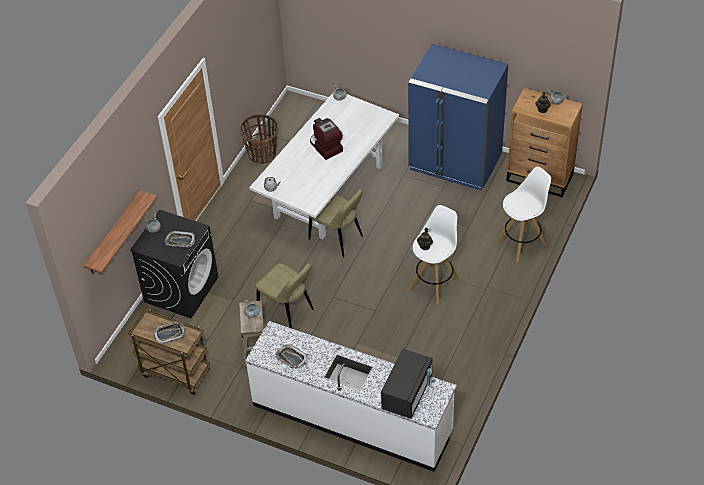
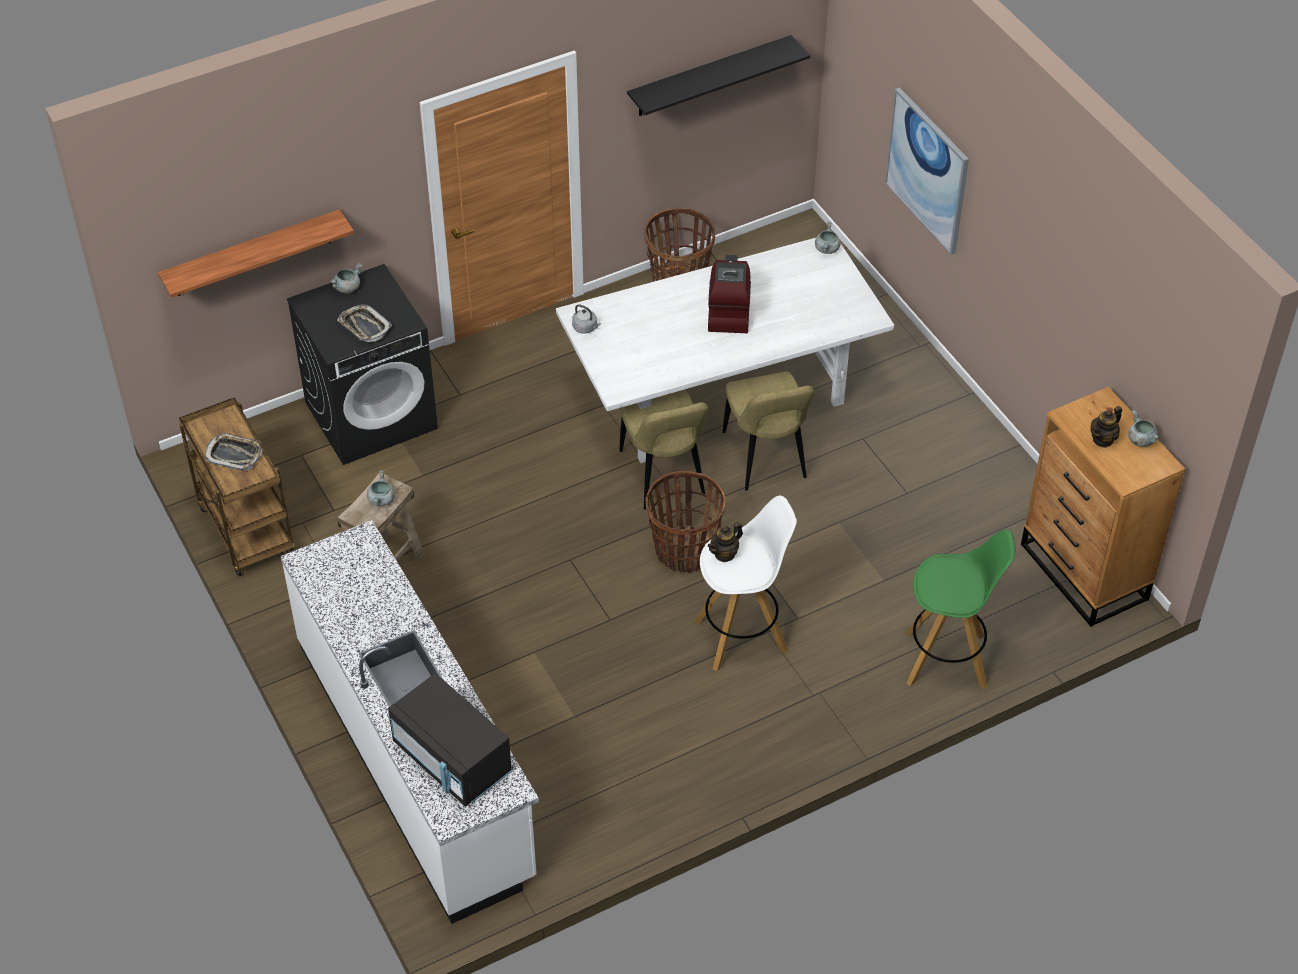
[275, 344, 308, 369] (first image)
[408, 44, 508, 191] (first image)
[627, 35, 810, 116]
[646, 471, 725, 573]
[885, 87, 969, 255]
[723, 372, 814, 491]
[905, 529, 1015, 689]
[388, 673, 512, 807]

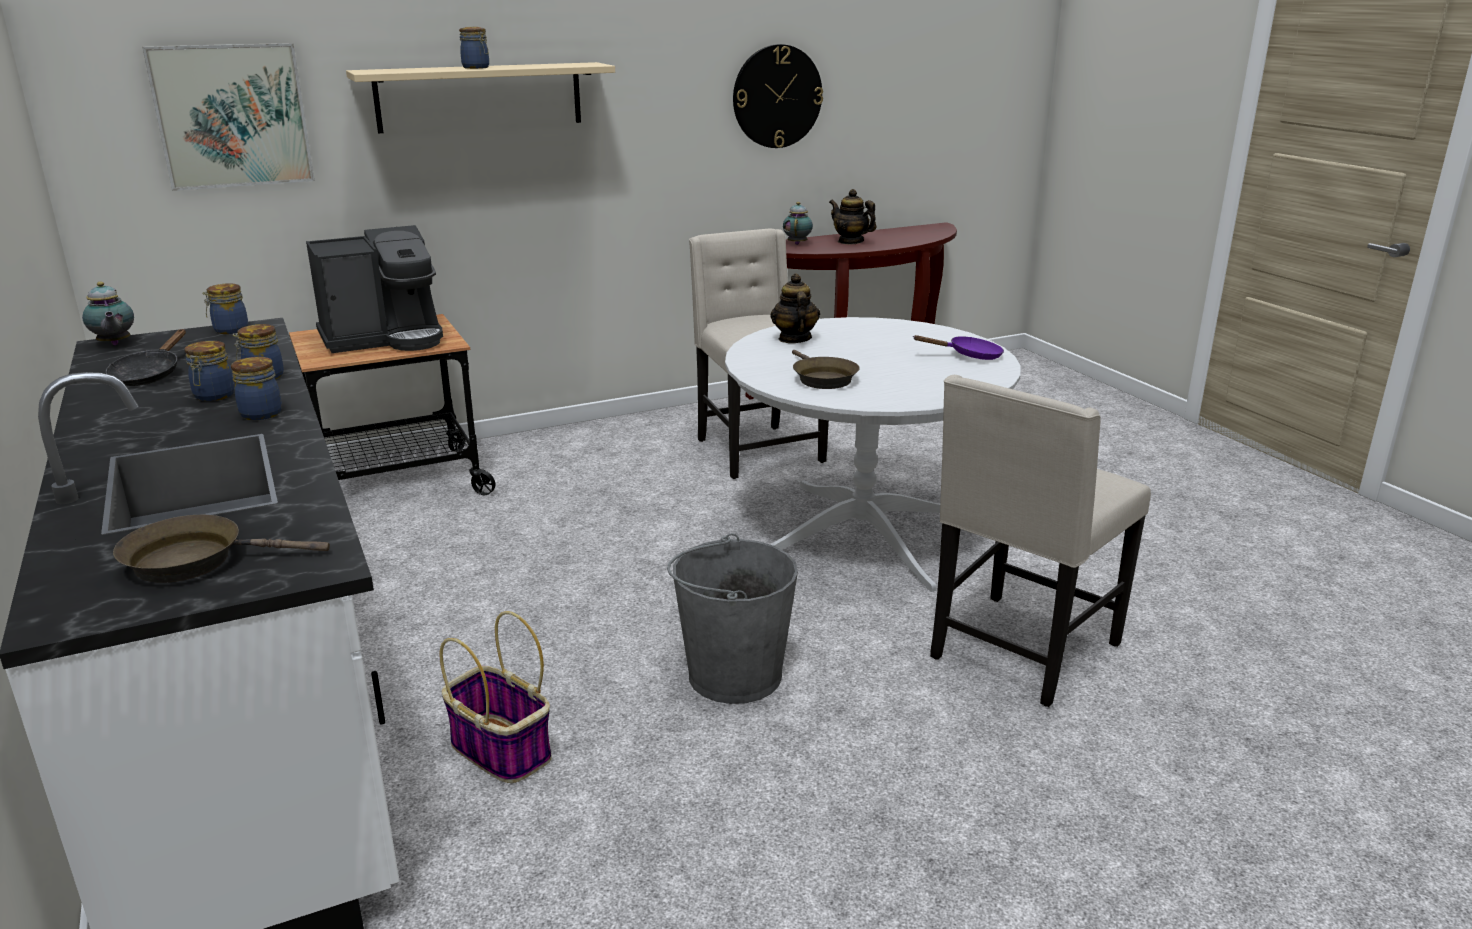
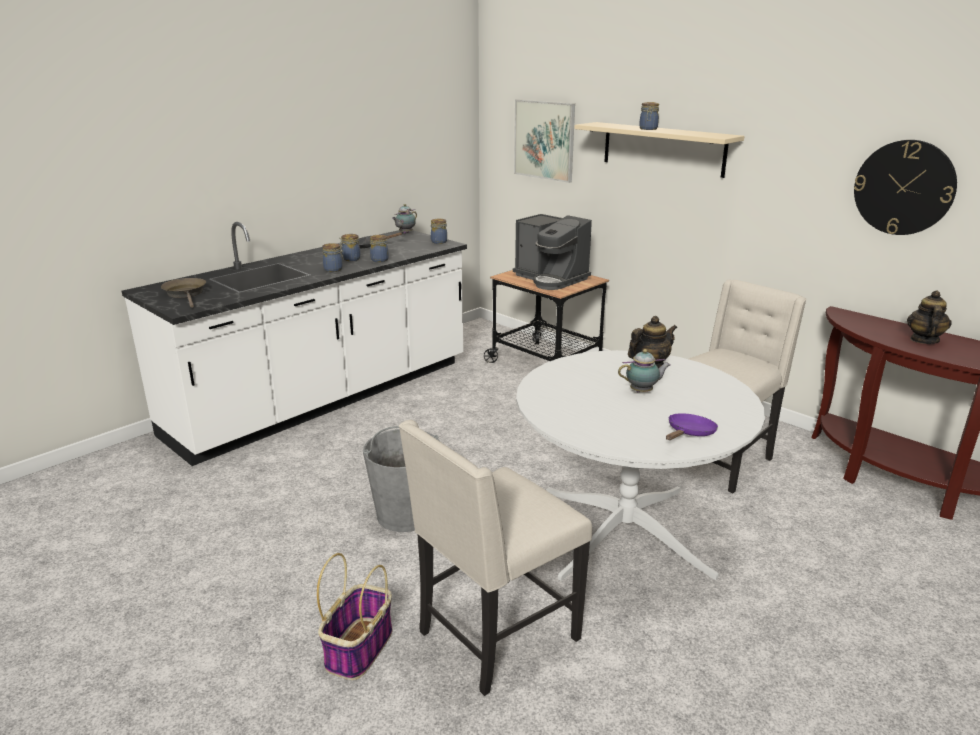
[792, 350, 860, 389] (first image)
[317, 553, 393, 680]
[618, 349, 670, 392]
[666, 413, 718, 440]
[399, 420, 592, 696]

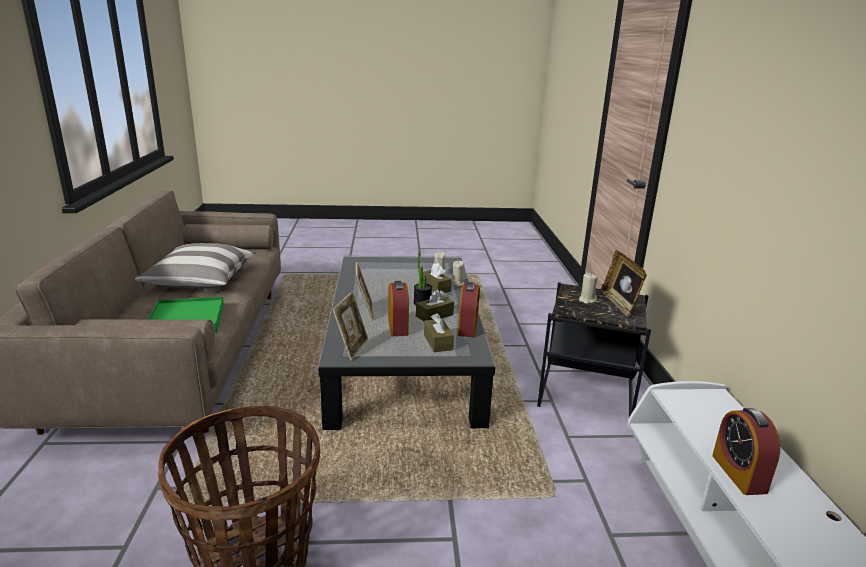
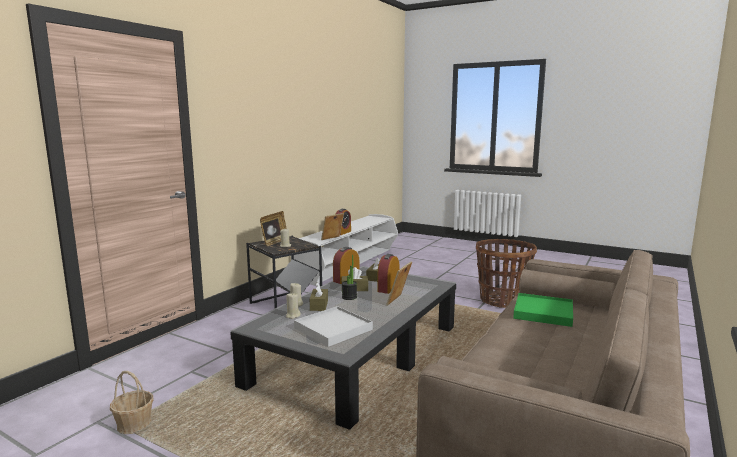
[135, 243, 256, 289] (first image)
[110, 371, 154, 434]
[294, 306, 373, 347]
[321, 213, 344, 240]

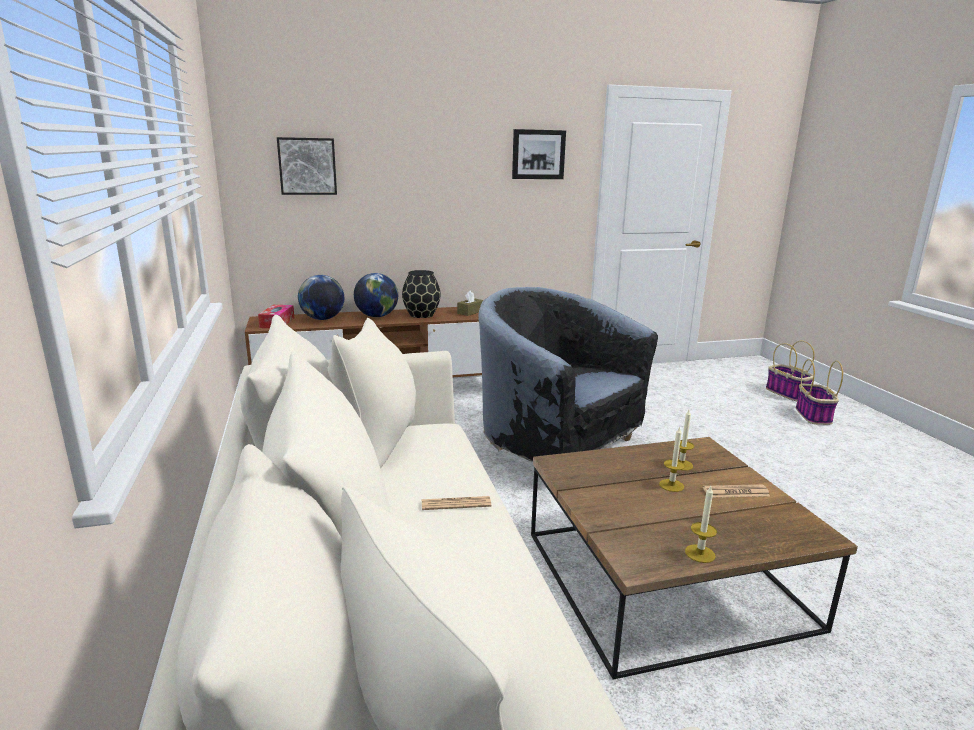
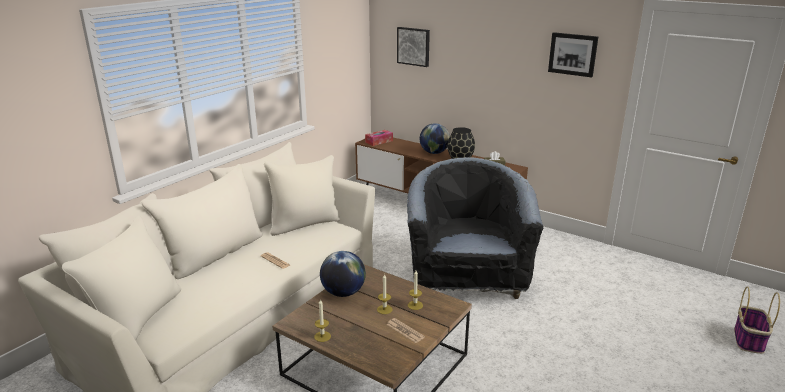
[796, 359, 843, 425] (first image)
[320, 251, 366, 297]

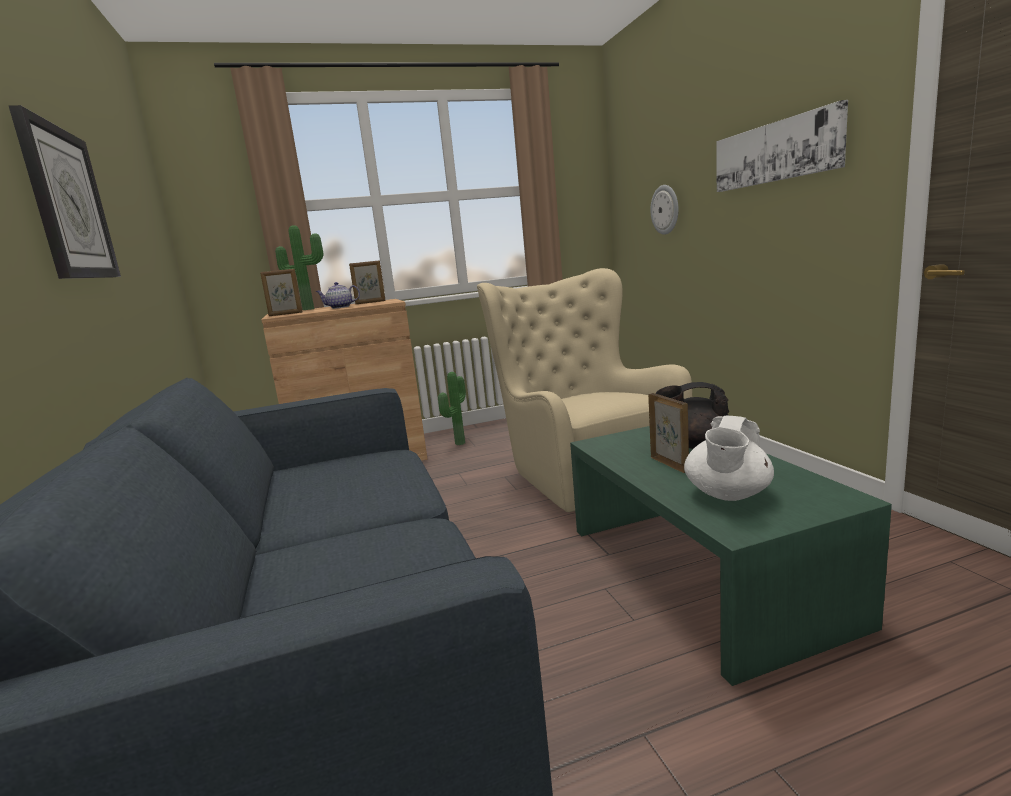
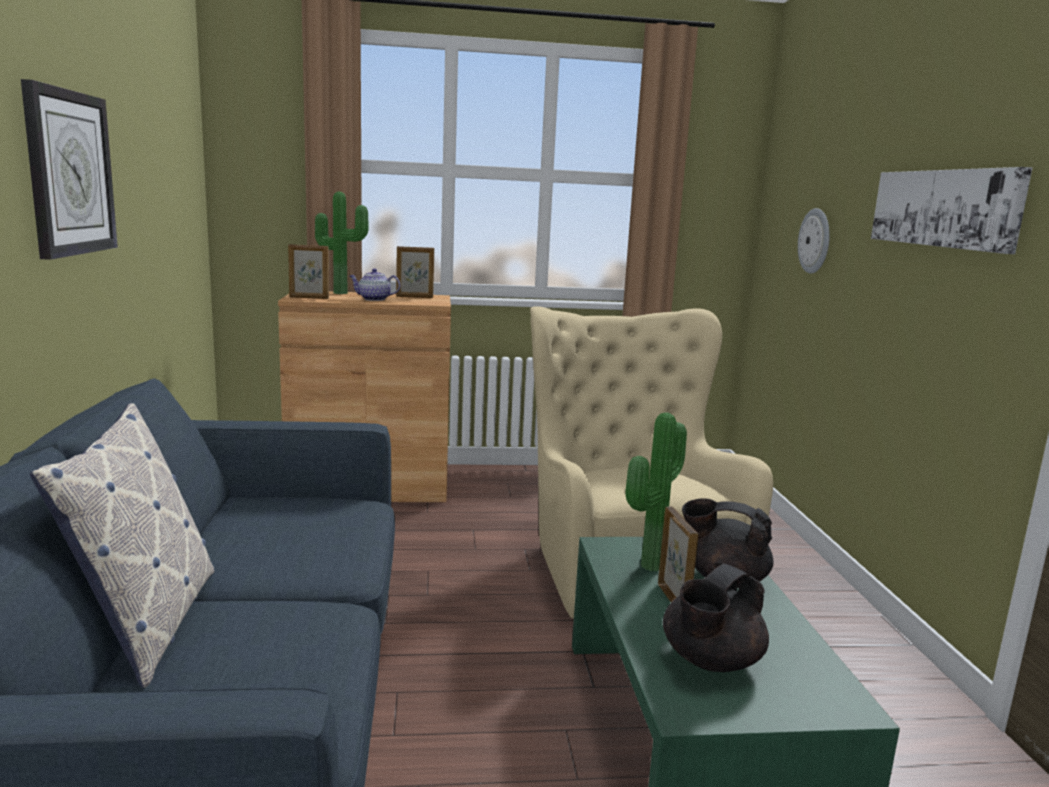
[30, 403, 214, 688]
[625, 413, 687, 571]
[663, 562, 769, 672]

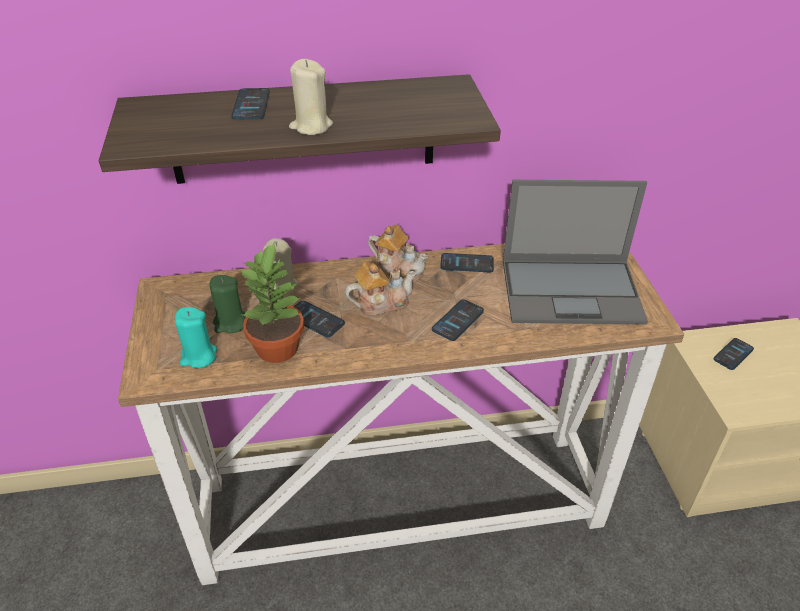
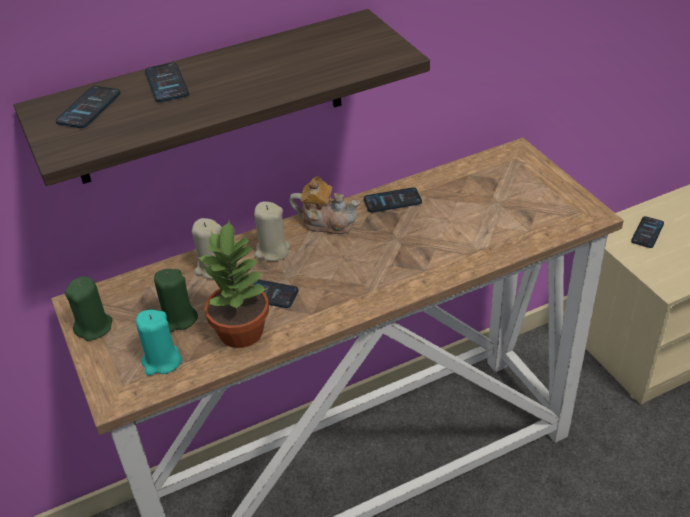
[345, 261, 416, 316] (first image)
[503, 180, 648, 325] (first image)
[65, 276, 112, 341]
[254, 202, 290, 261]
[55, 86, 120, 128]

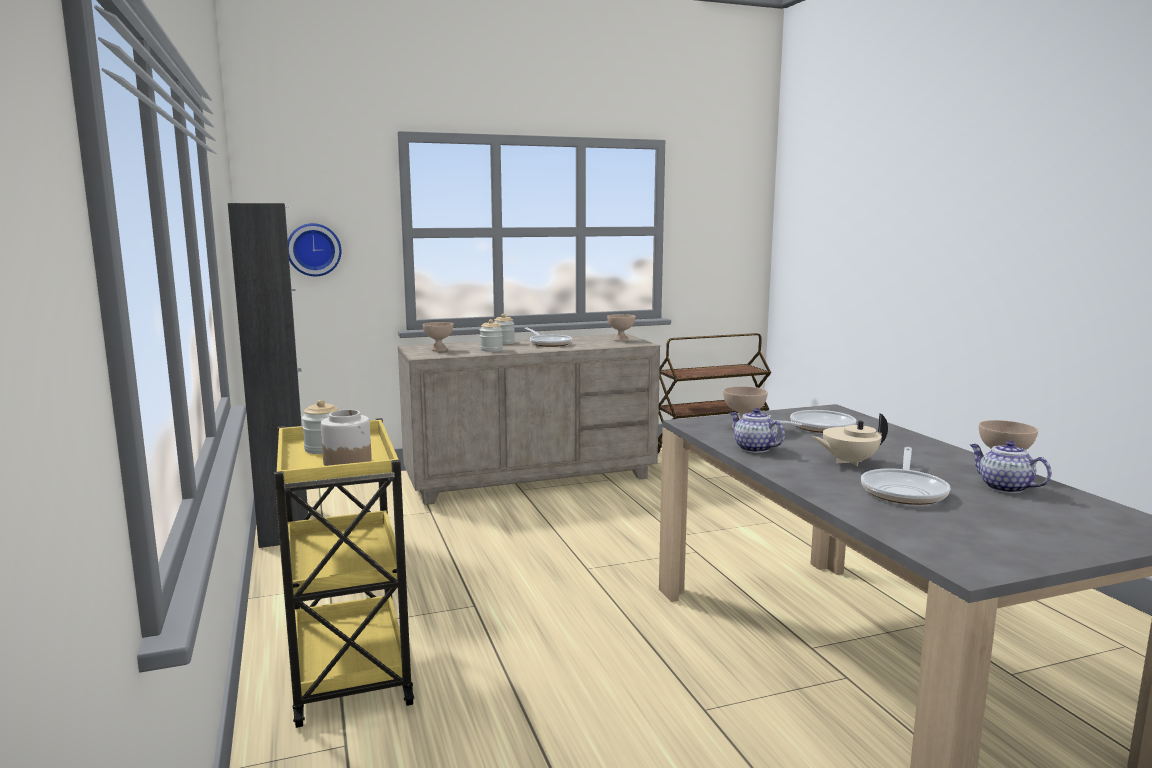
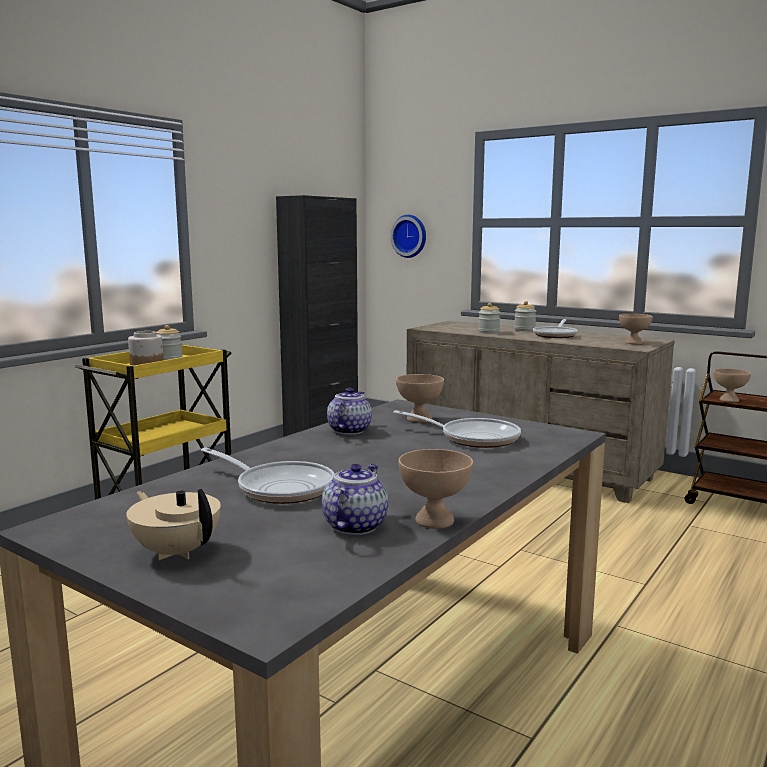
[714, 368, 751, 402]
[126, 489, 221, 560]
[201, 447, 335, 504]

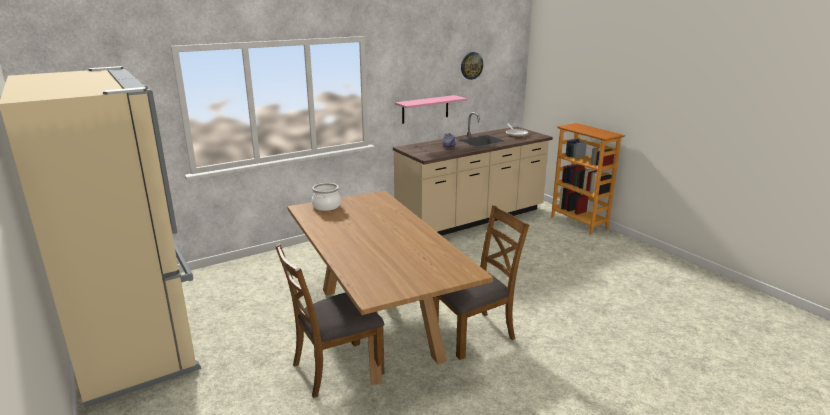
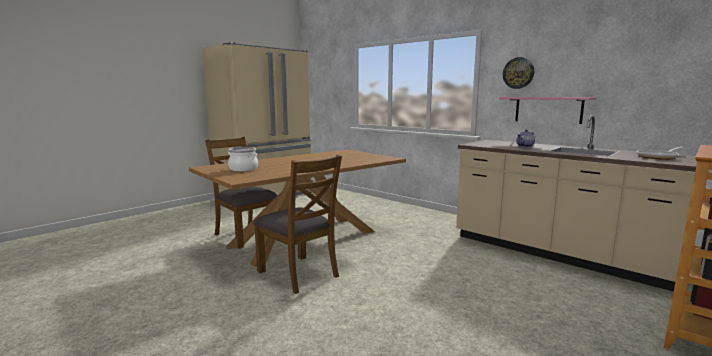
[228, 147, 258, 171]
[503, 57, 534, 89]

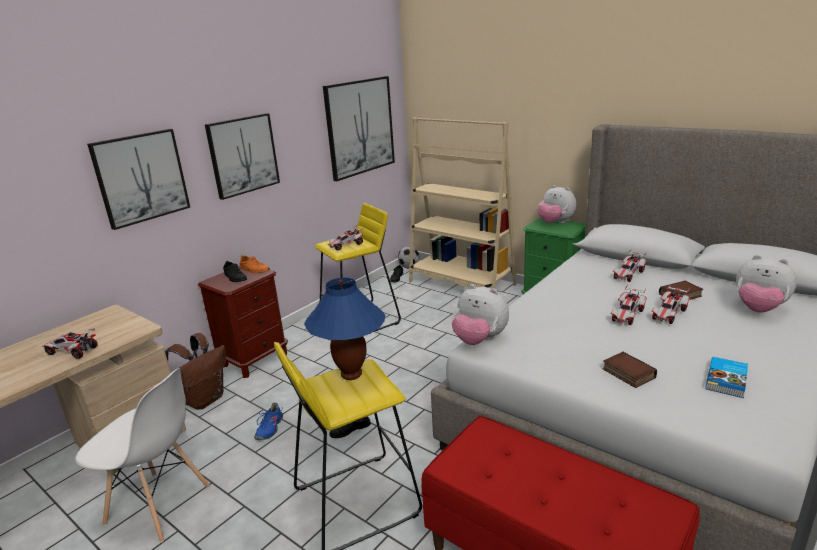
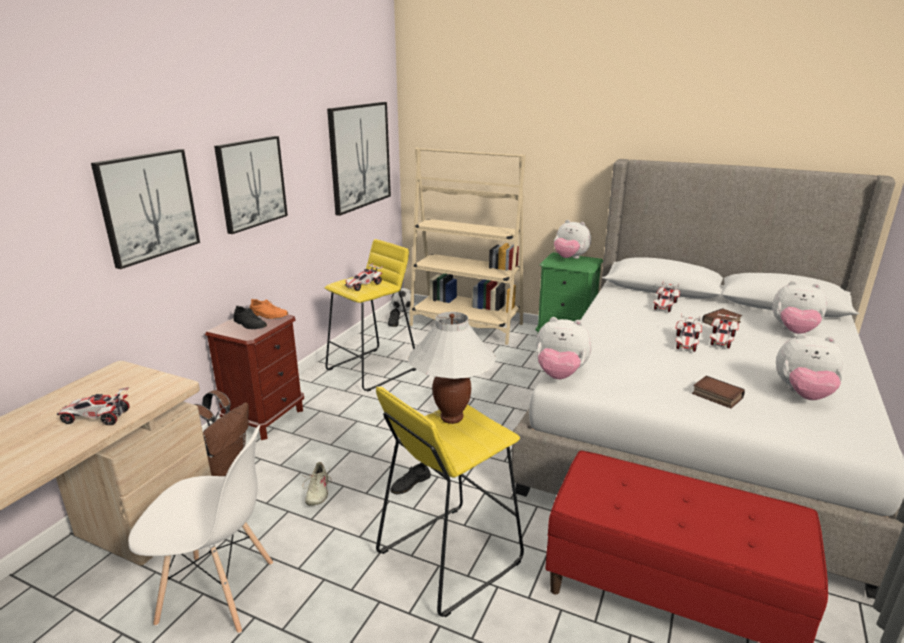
[776, 333, 843, 400]
[301, 462, 332, 506]
[408, 312, 496, 424]

